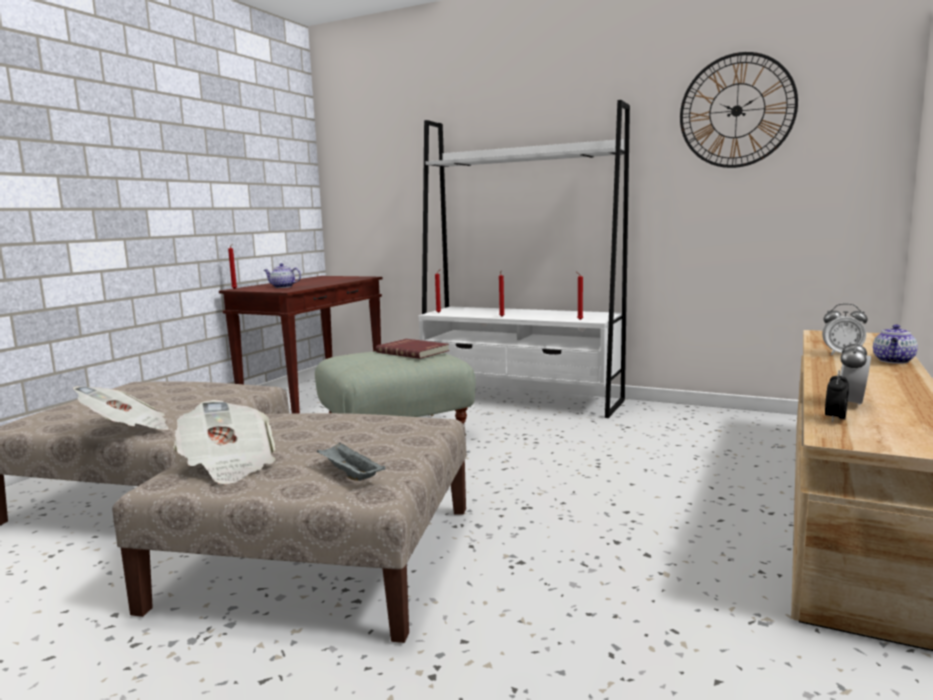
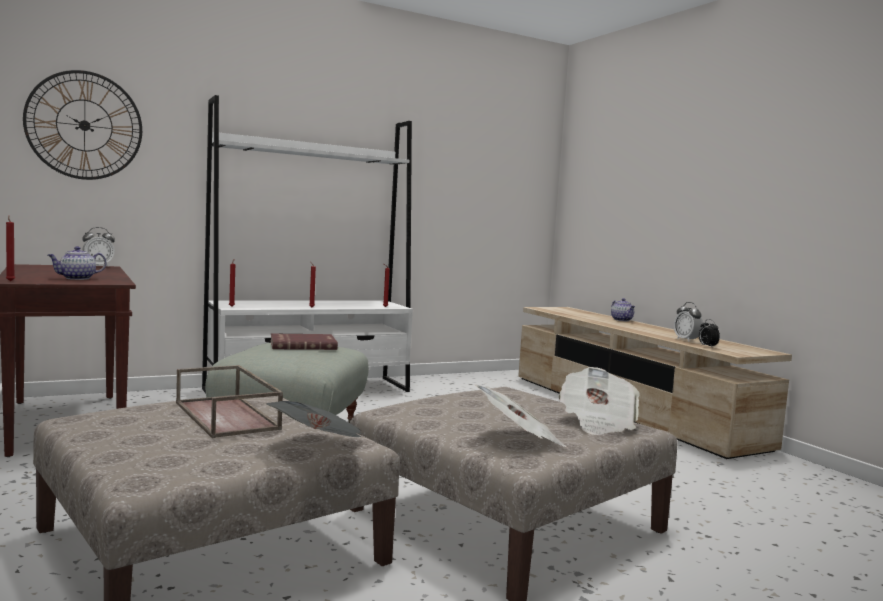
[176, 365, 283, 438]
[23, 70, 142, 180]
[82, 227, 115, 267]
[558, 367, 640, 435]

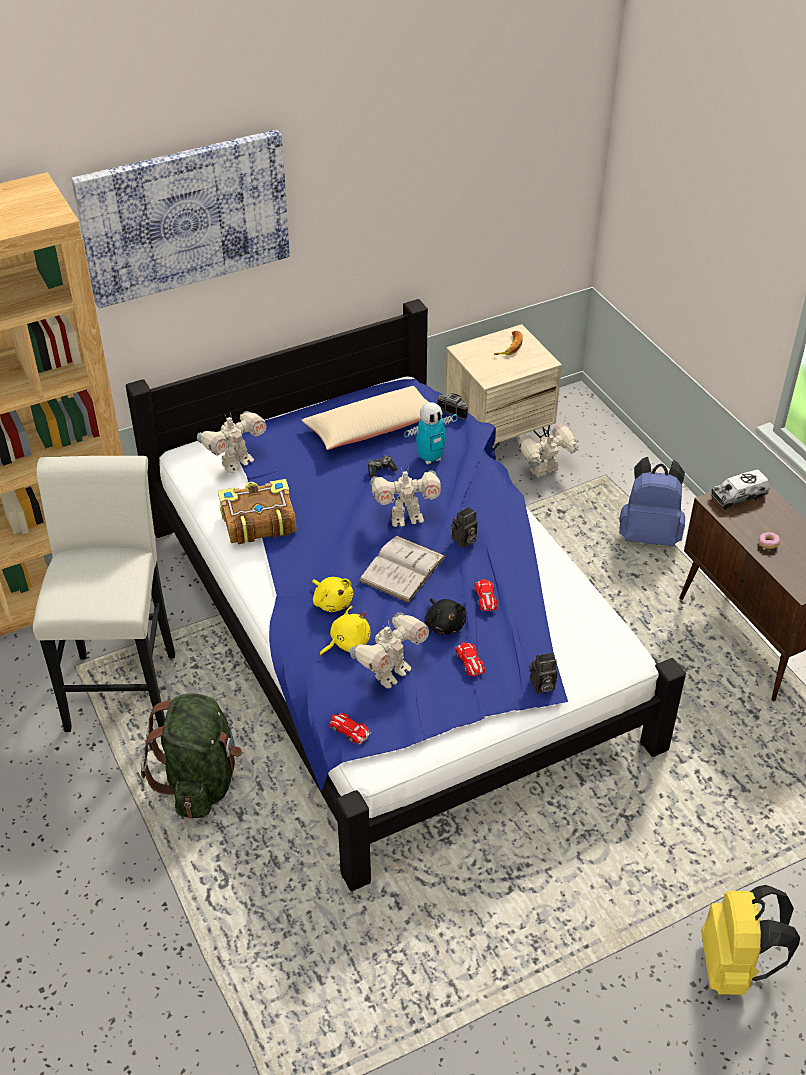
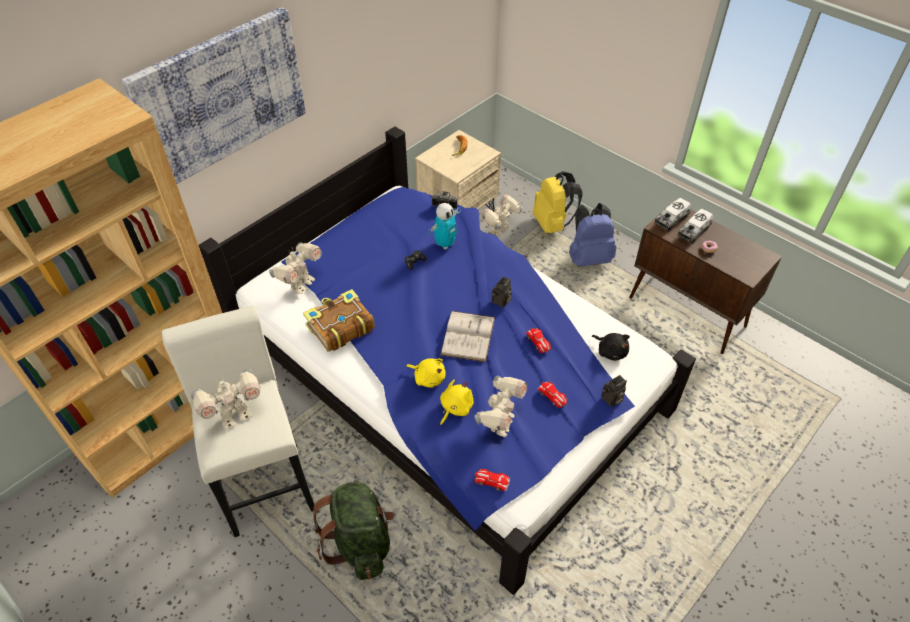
[301, 386, 443, 450] (first image)
[677, 208, 713, 244]
[191, 369, 261, 429]
[592, 333, 630, 361]
[533, 171, 583, 233]

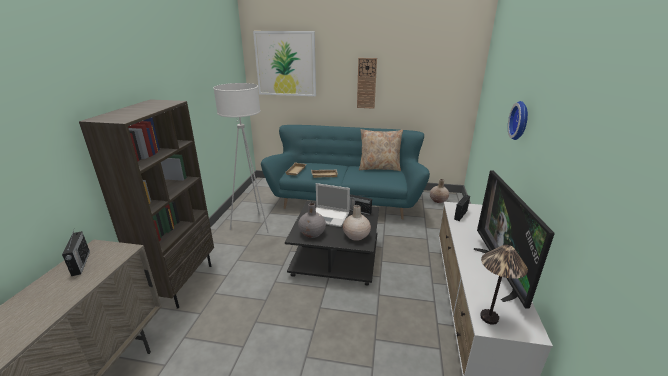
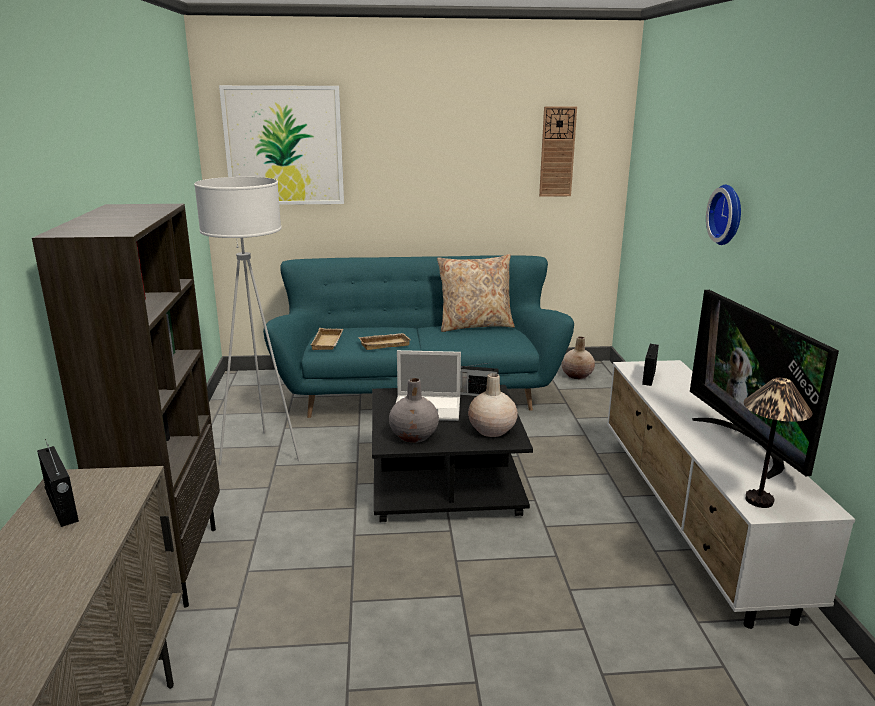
[539, 106, 577, 197]

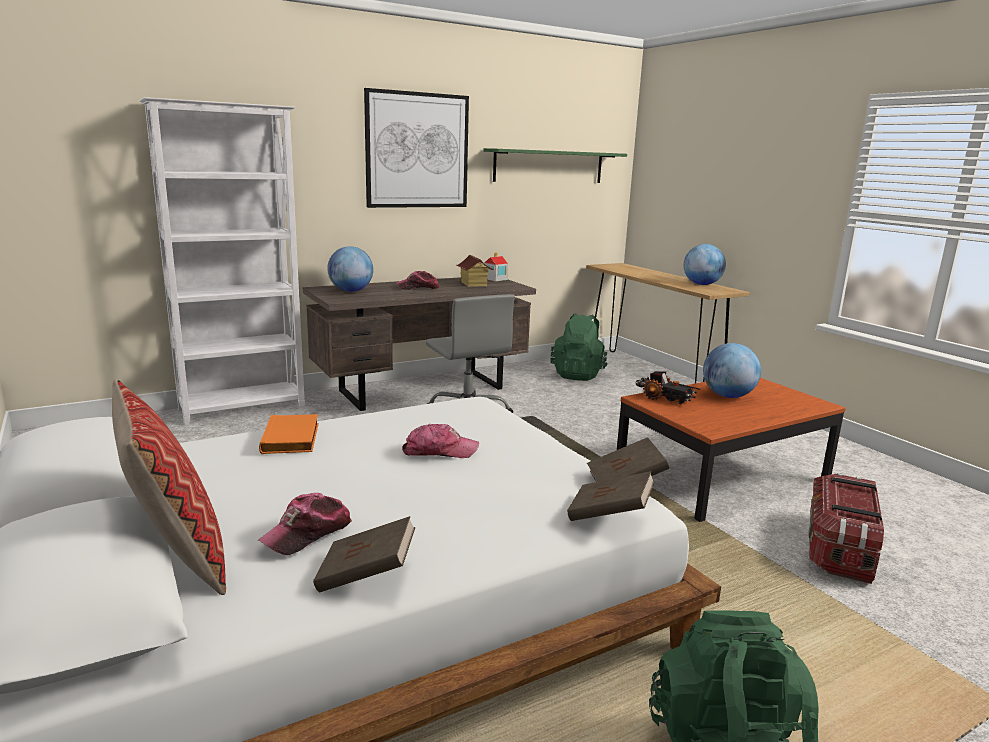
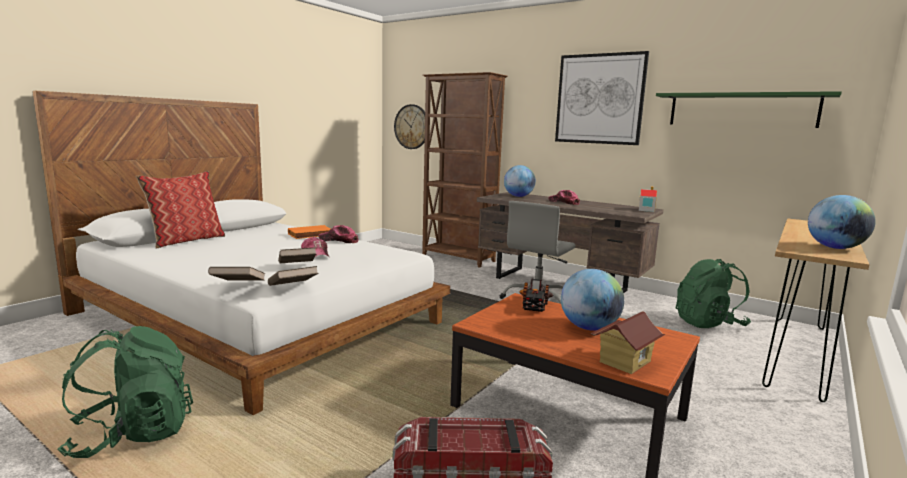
[394, 104, 425, 149]
[319, 225, 359, 243]
[278, 247, 316, 263]
[591, 311, 666, 374]
[422, 72, 507, 268]

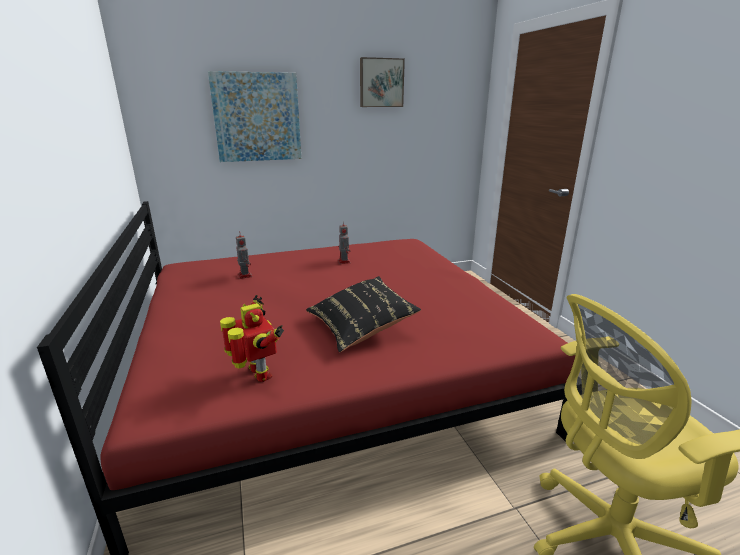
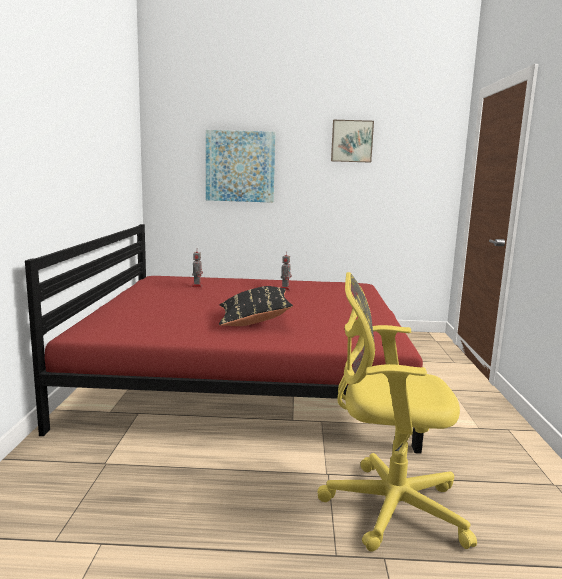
[220, 295, 284, 382] (first image)

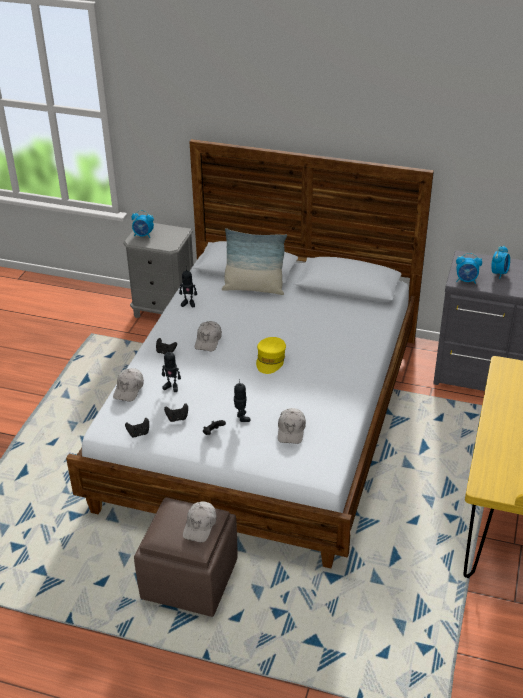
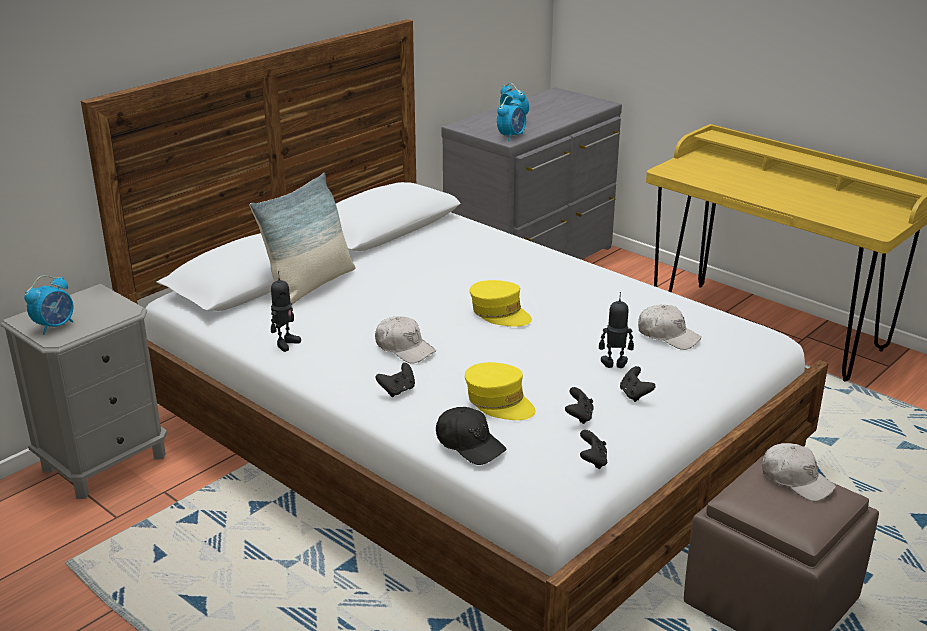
[465, 362, 535, 420]
[436, 407, 506, 465]

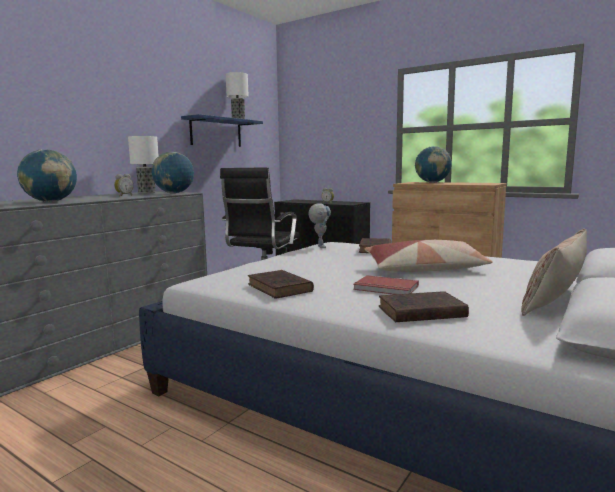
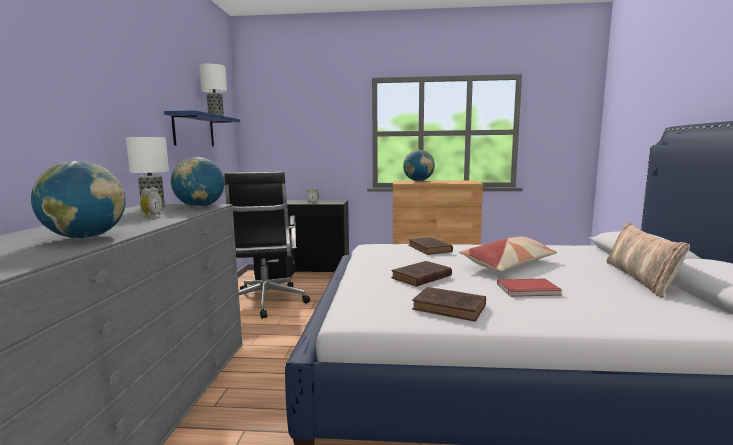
[309, 203, 331, 248] (first image)
[391, 261, 452, 287]

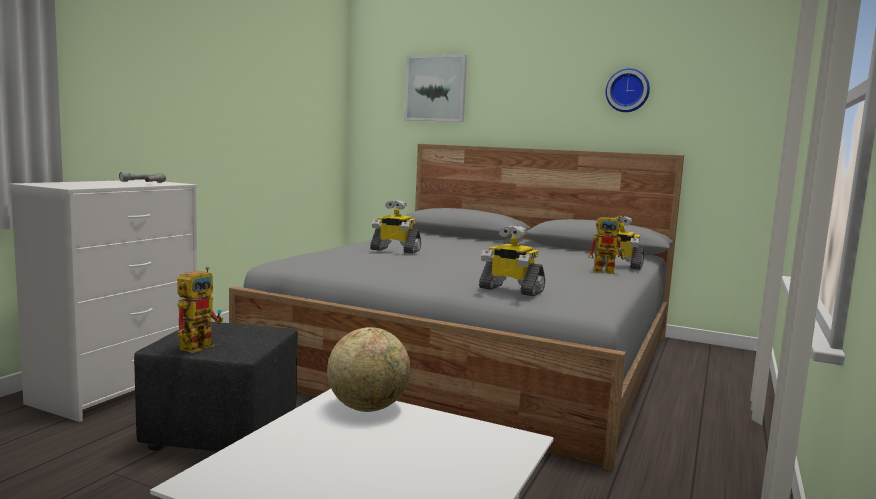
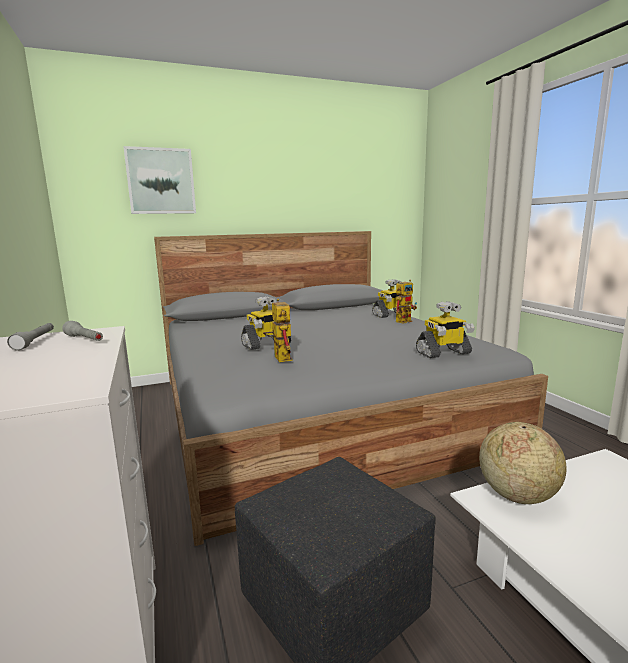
[606, 68, 650, 112] (first image)
[263, 299, 293, 362]

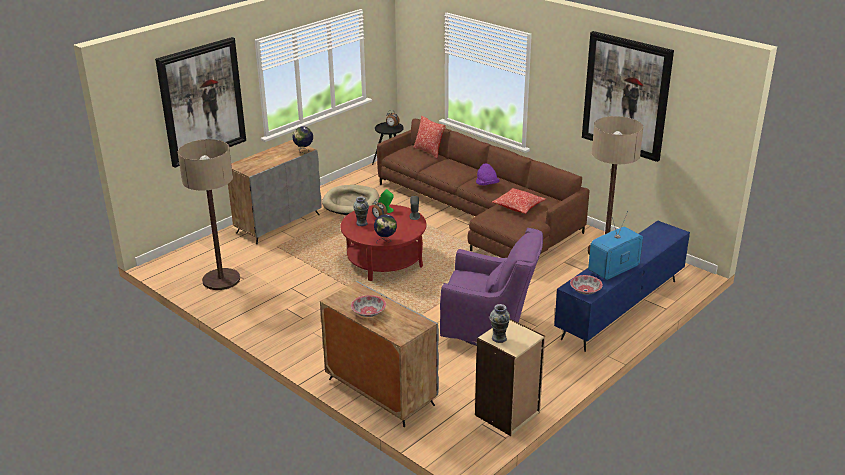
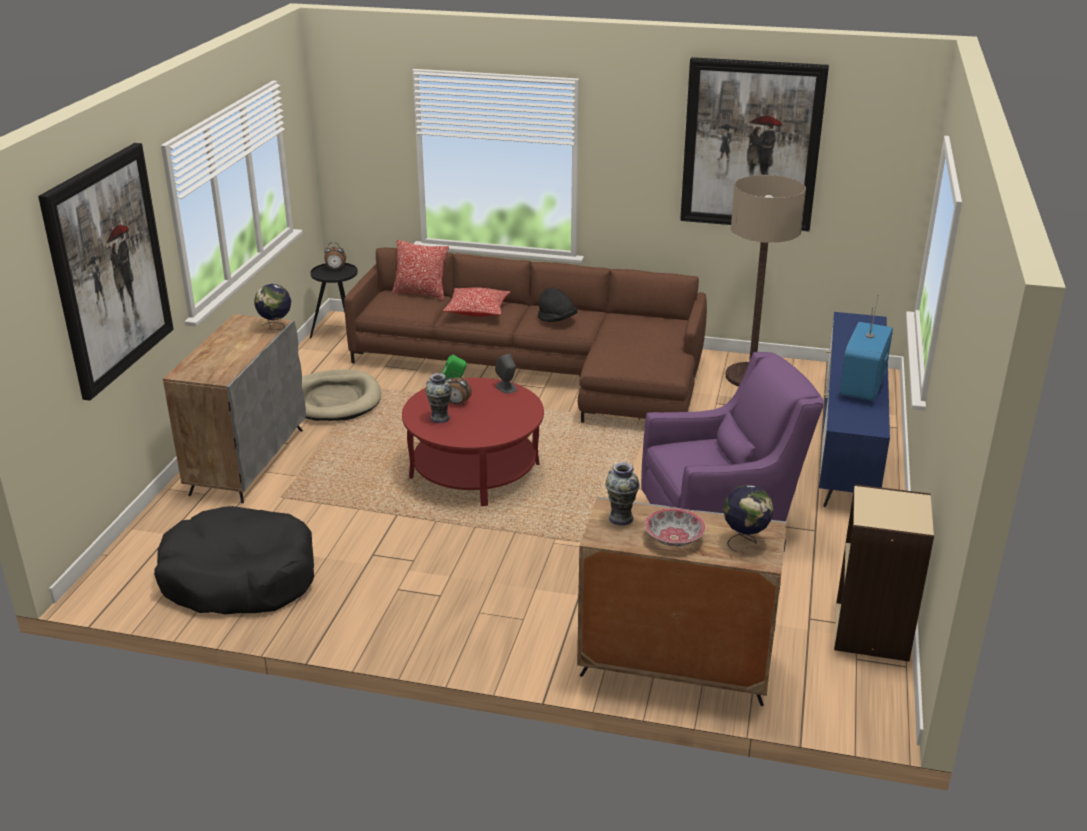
[570, 275, 603, 295] (first image)
[723, 485, 773, 552]
[605, 462, 640, 525]
[443, 288, 511, 317]
[154, 506, 314, 614]
[538, 287, 578, 322]

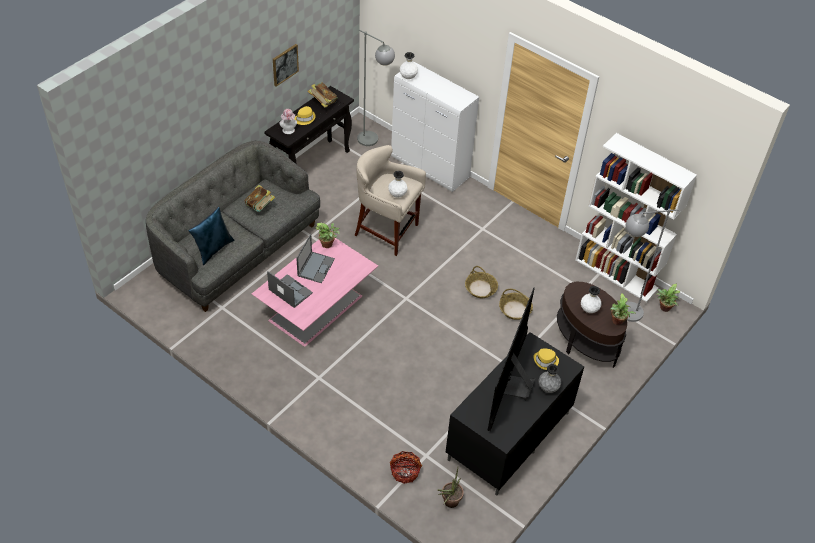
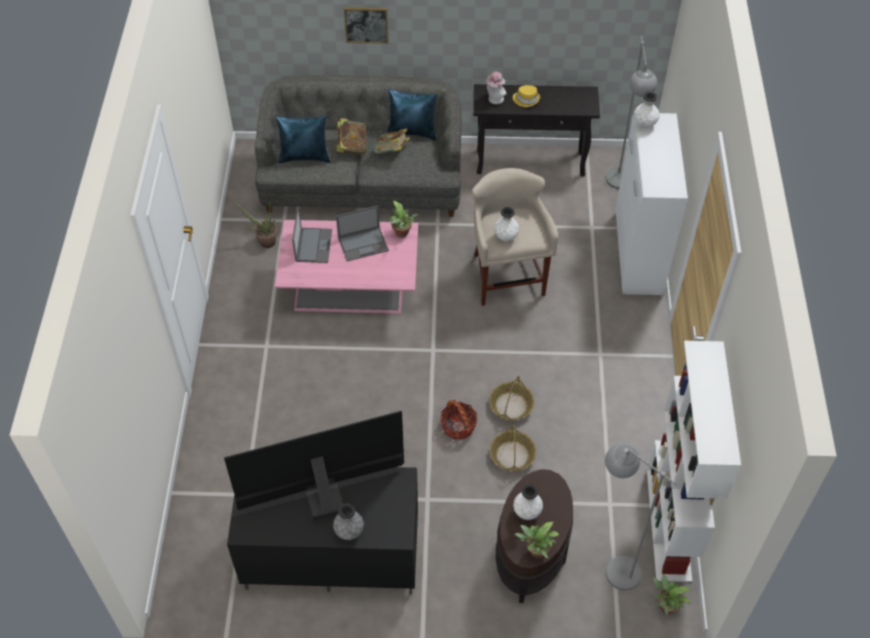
[534, 349, 559, 370] (first image)
[387, 89, 437, 141]
[344, 7, 388, 44]
[337, 118, 367, 154]
[440, 400, 477, 440]
[233, 202, 278, 248]

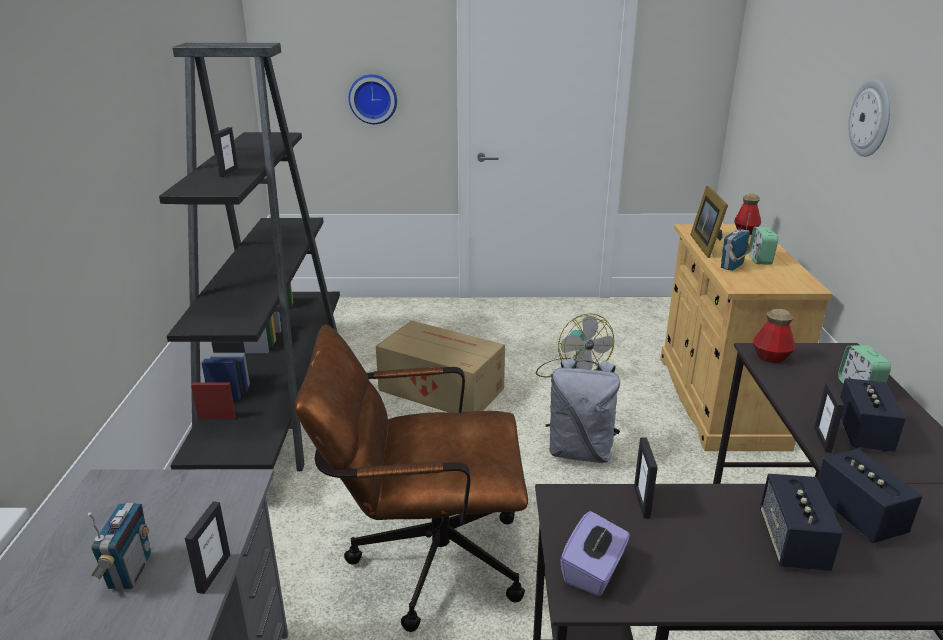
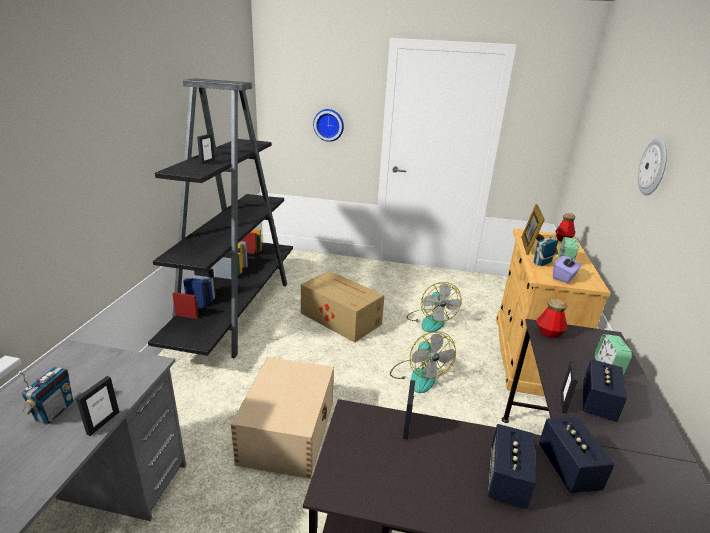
[553, 255, 582, 283]
[231, 357, 334, 479]
[390, 331, 456, 393]

